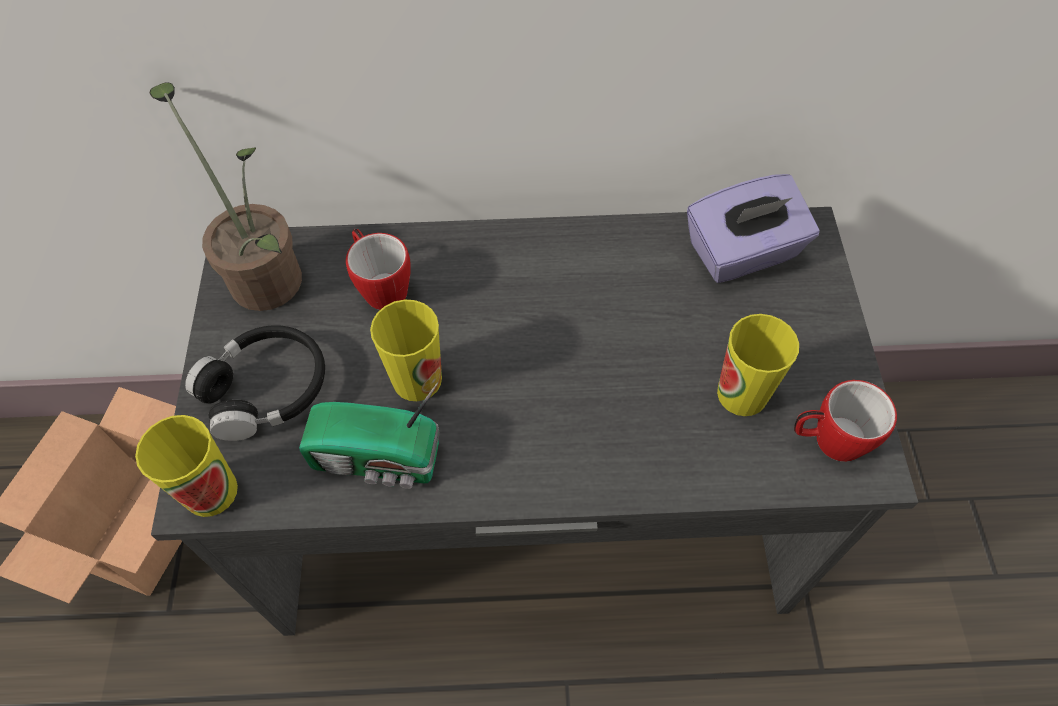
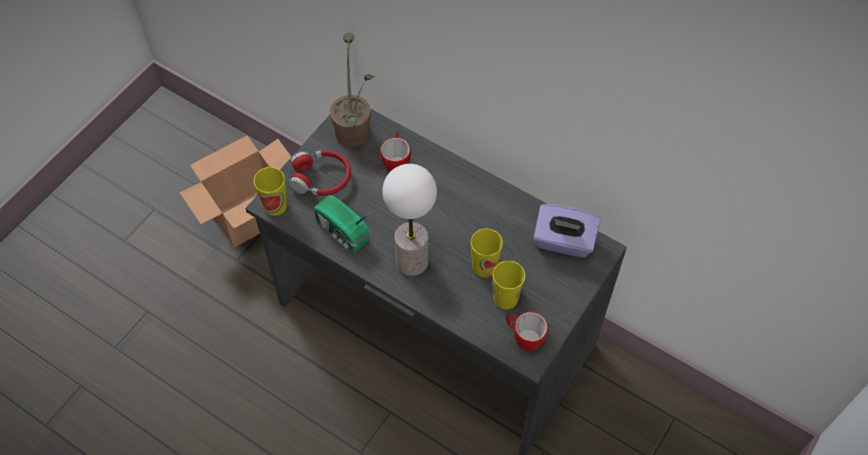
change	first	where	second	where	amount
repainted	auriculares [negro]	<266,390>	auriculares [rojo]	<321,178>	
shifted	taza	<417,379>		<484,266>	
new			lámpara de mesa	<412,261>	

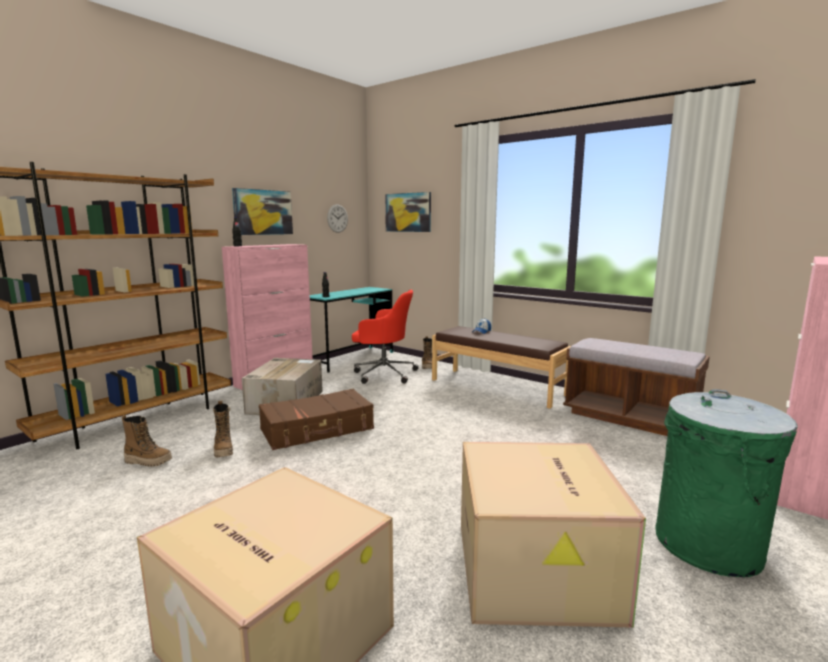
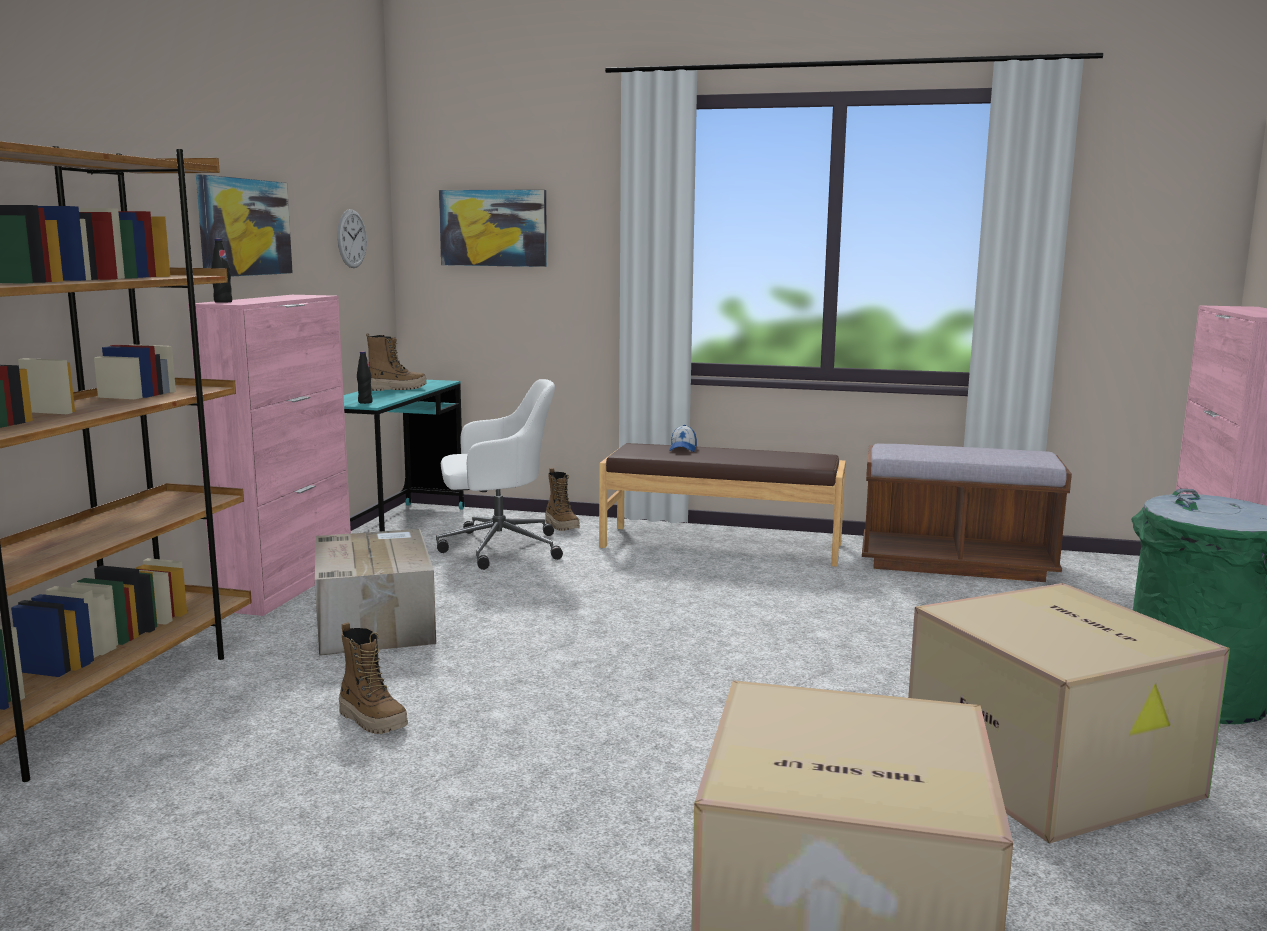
change	first	where	second	where	amount
shifted	bota	<148,461>		<397,389>	
gone	maleta [marrón]	<317,429>			
repainted	silla de oficina [rojo]	<383,374>	silla de oficina [blanco]	<497,548>	

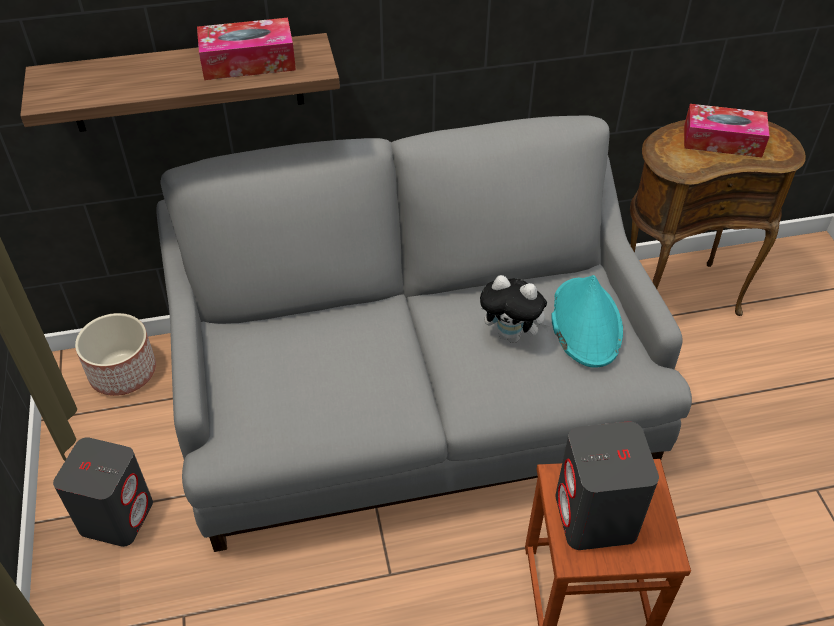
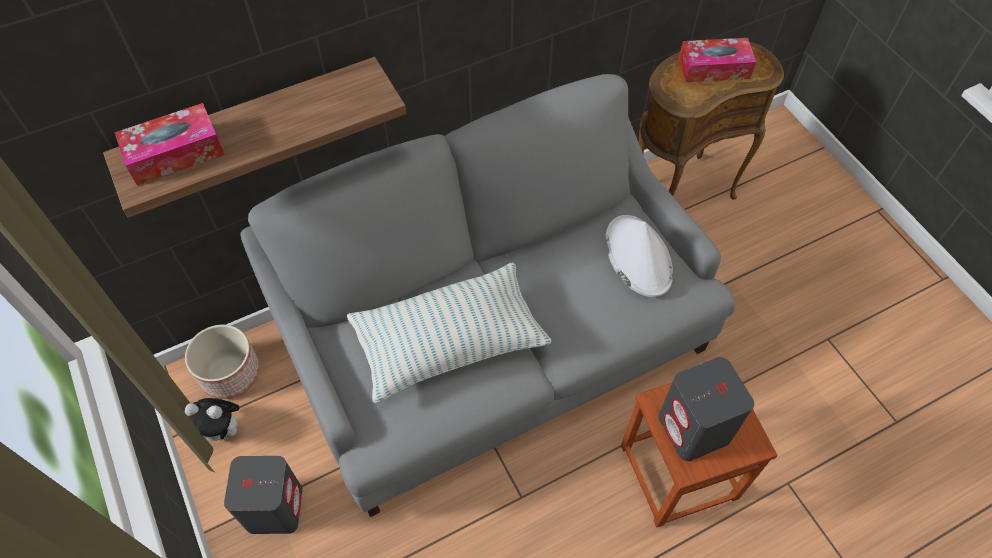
change	first	where	second	where	amount
shifted	caja de pañuelos	<248,62>		<175,153>	
shifted	peluche	<512,335>		<221,432>	
repainted	sombrero [turquesa]	<585,323>	sombrero [blanco]	<637,256>	
new			cojín	<449,342>	

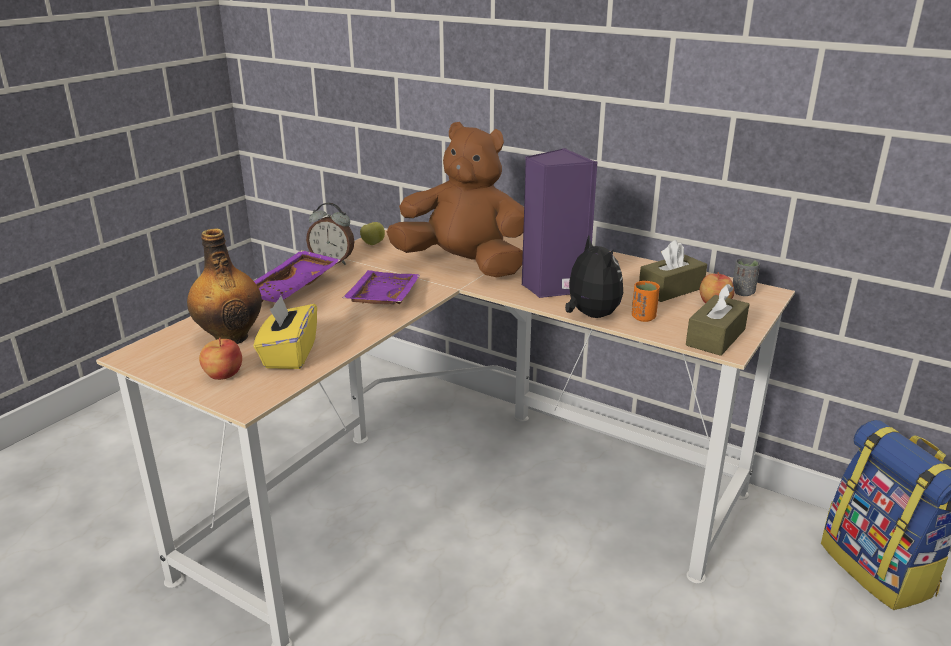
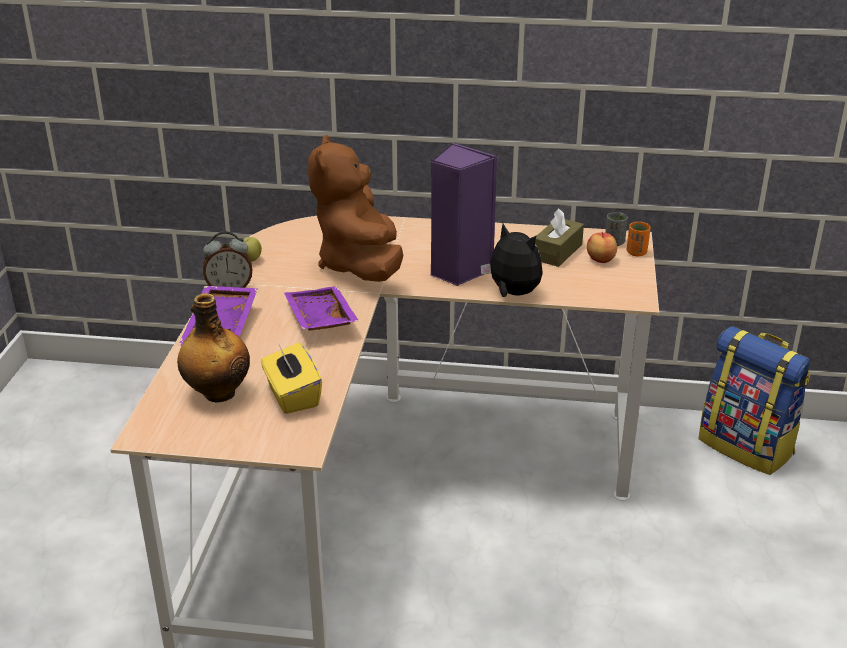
change	first	where	second	where	amount
gone	manzana	<223,374>			
rotated	peluche [marrón]	<464,265>		<360,266>	90 degrees counterclockwise
shifted	taza [naranja]	<643,317>		<636,252>	
gone	caja de pañuelos [marrón]	<715,337>			

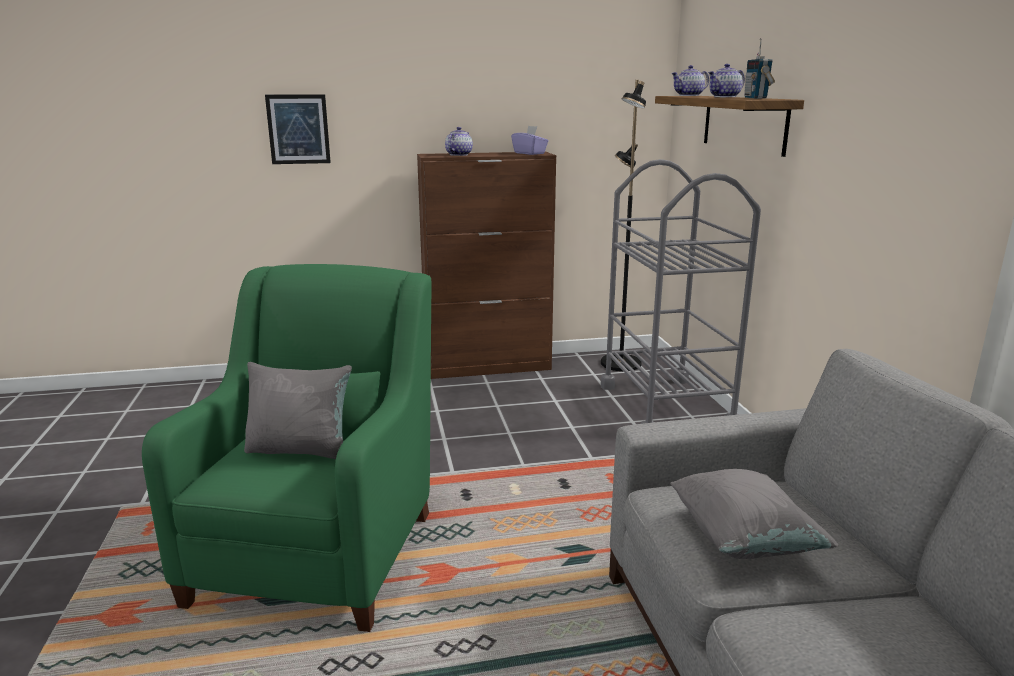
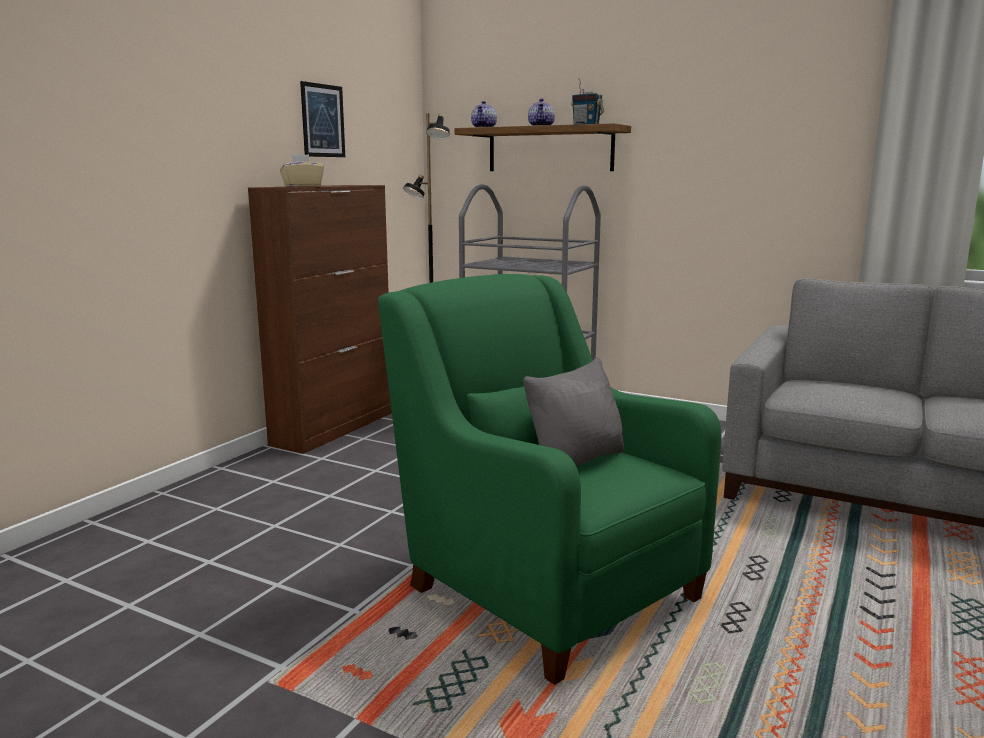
change	first	where	second	where	amount
shifted	cuadro	<298,129>		<323,120>	
swapped	tetera	<458,155>	caja de pañuelos [beis]	<302,186>	
gone	caja de pañuelos [morado]	<529,153>			
gone	cojín [gris]	<743,540>			

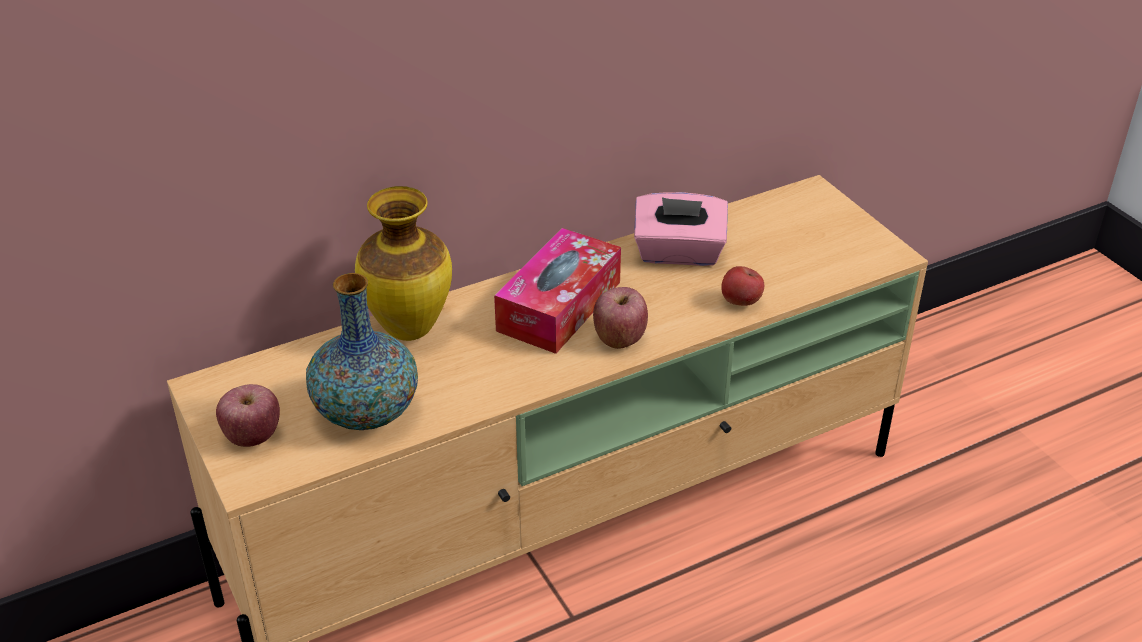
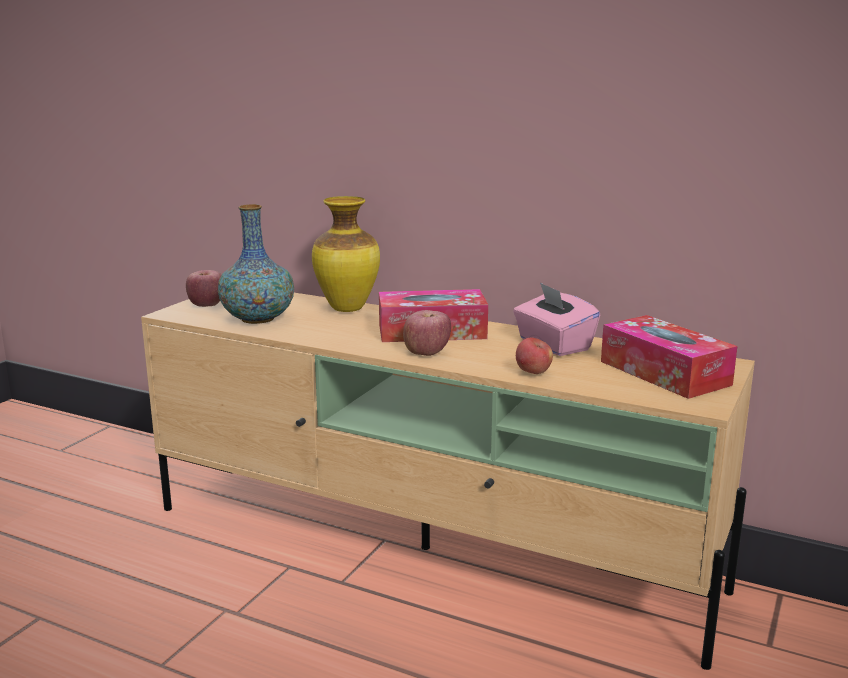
change	first	where	second	where	amount
new			caja de pañuelos	<664,373>	

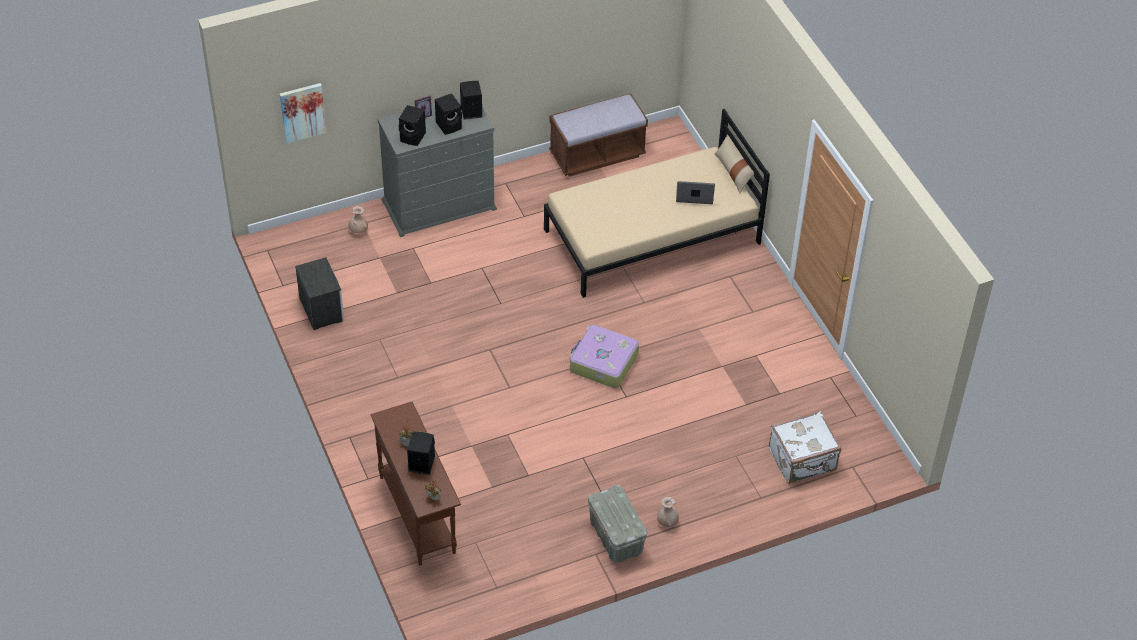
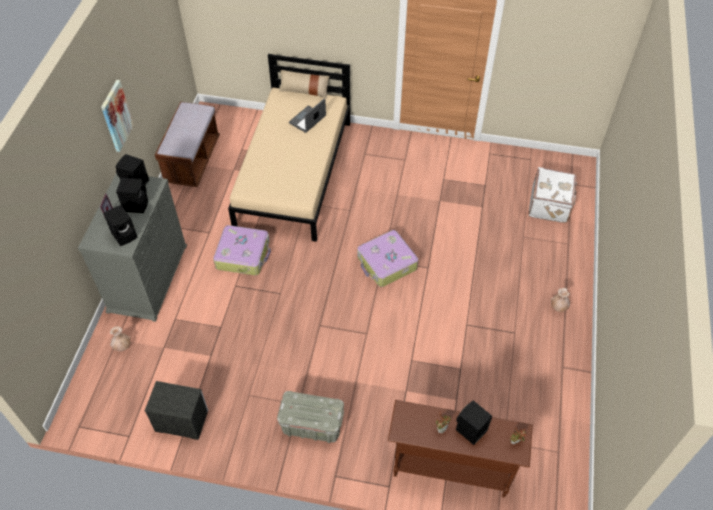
change	first	where	second	where	amount
shifted	cuadro	<302,112>		<116,116>	
shifted	caja de almacenaje [gris]	<615,537>		<311,426>	
new			maleta	<243,255>	

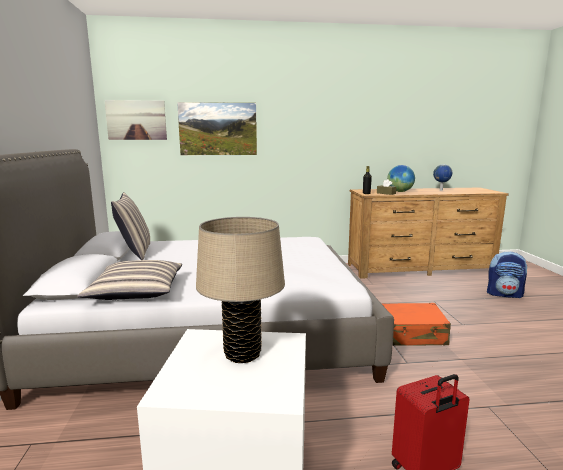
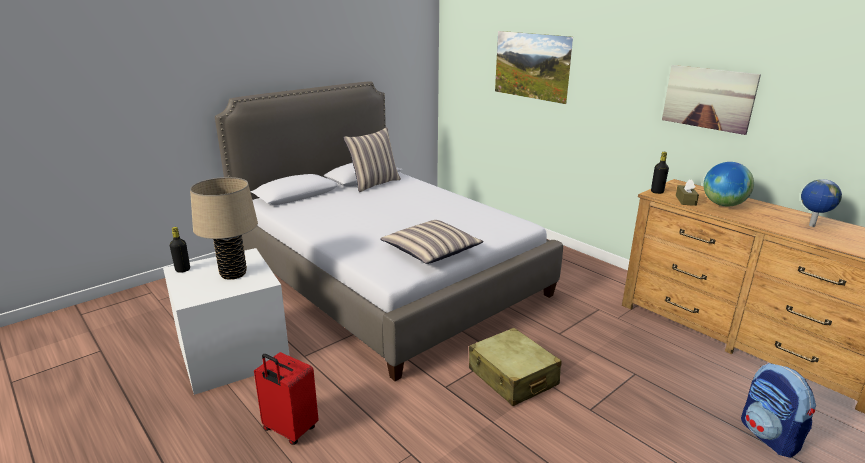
change	first	where	second	where	amount
shifted	cojín	<136,290>		<431,250>	
shifted	cuadro	<136,120>		<708,98>	
repainted	maleta [naranja]	<412,334>	maleta [beis]	<512,377>	
new			botella [negro]	<183,270>	

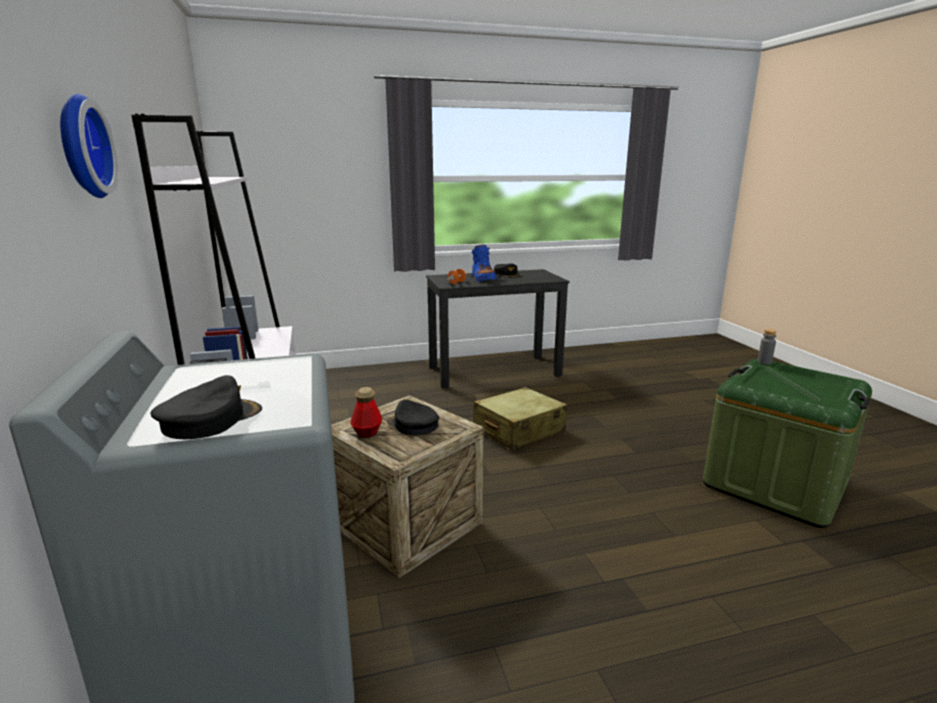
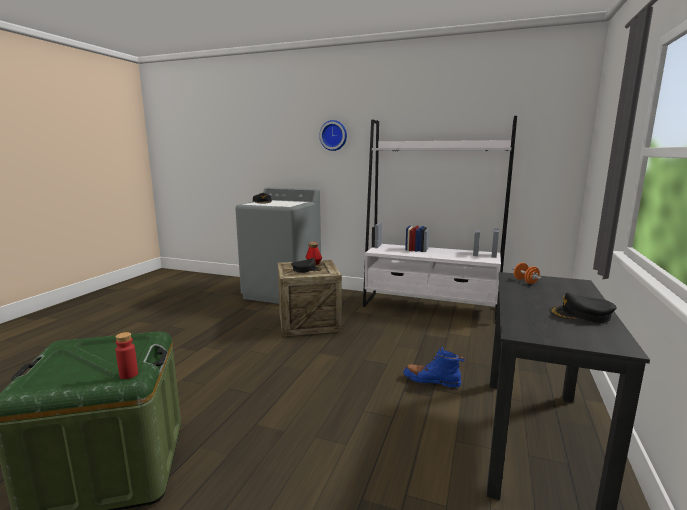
change	first	where	second	where	amount
shifted	bota [azul]	<483,278>		<432,380>	
gone	maleta [beis]	<518,430>			
repainted	botella [gris]	<764,362>	botella [rojo]	<129,374>	

